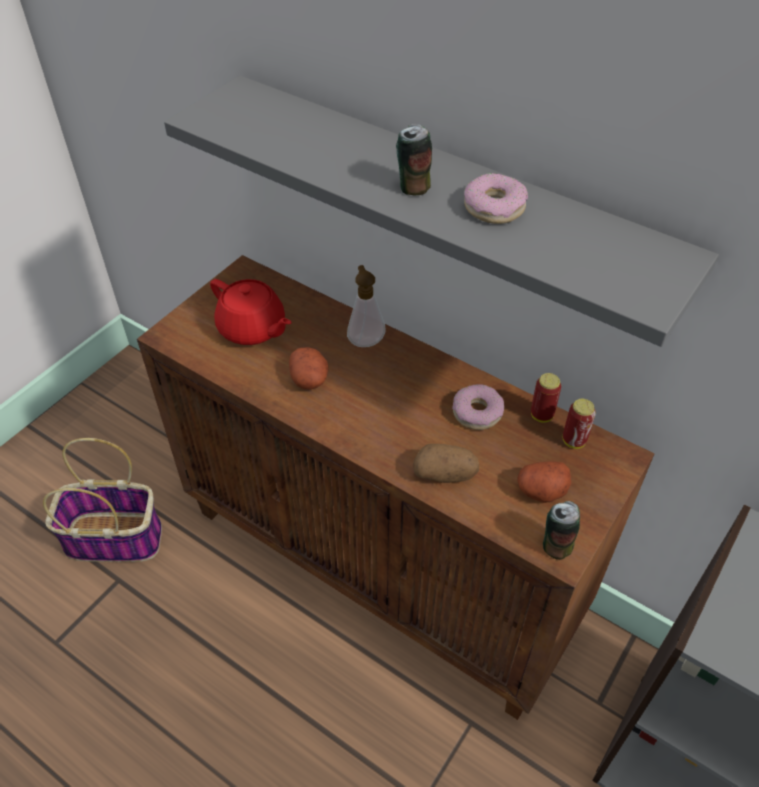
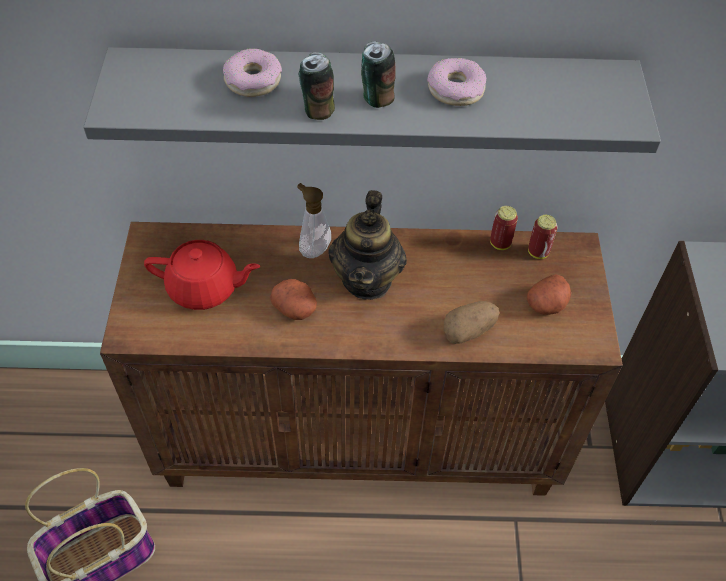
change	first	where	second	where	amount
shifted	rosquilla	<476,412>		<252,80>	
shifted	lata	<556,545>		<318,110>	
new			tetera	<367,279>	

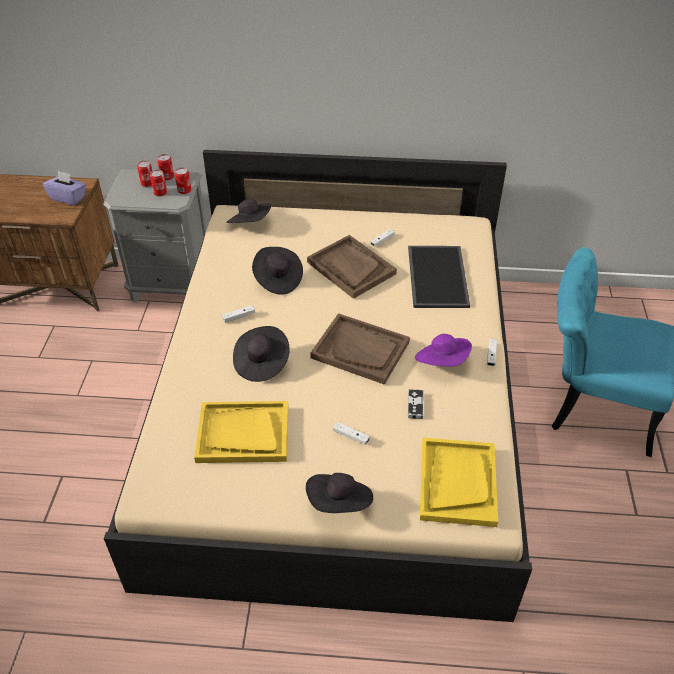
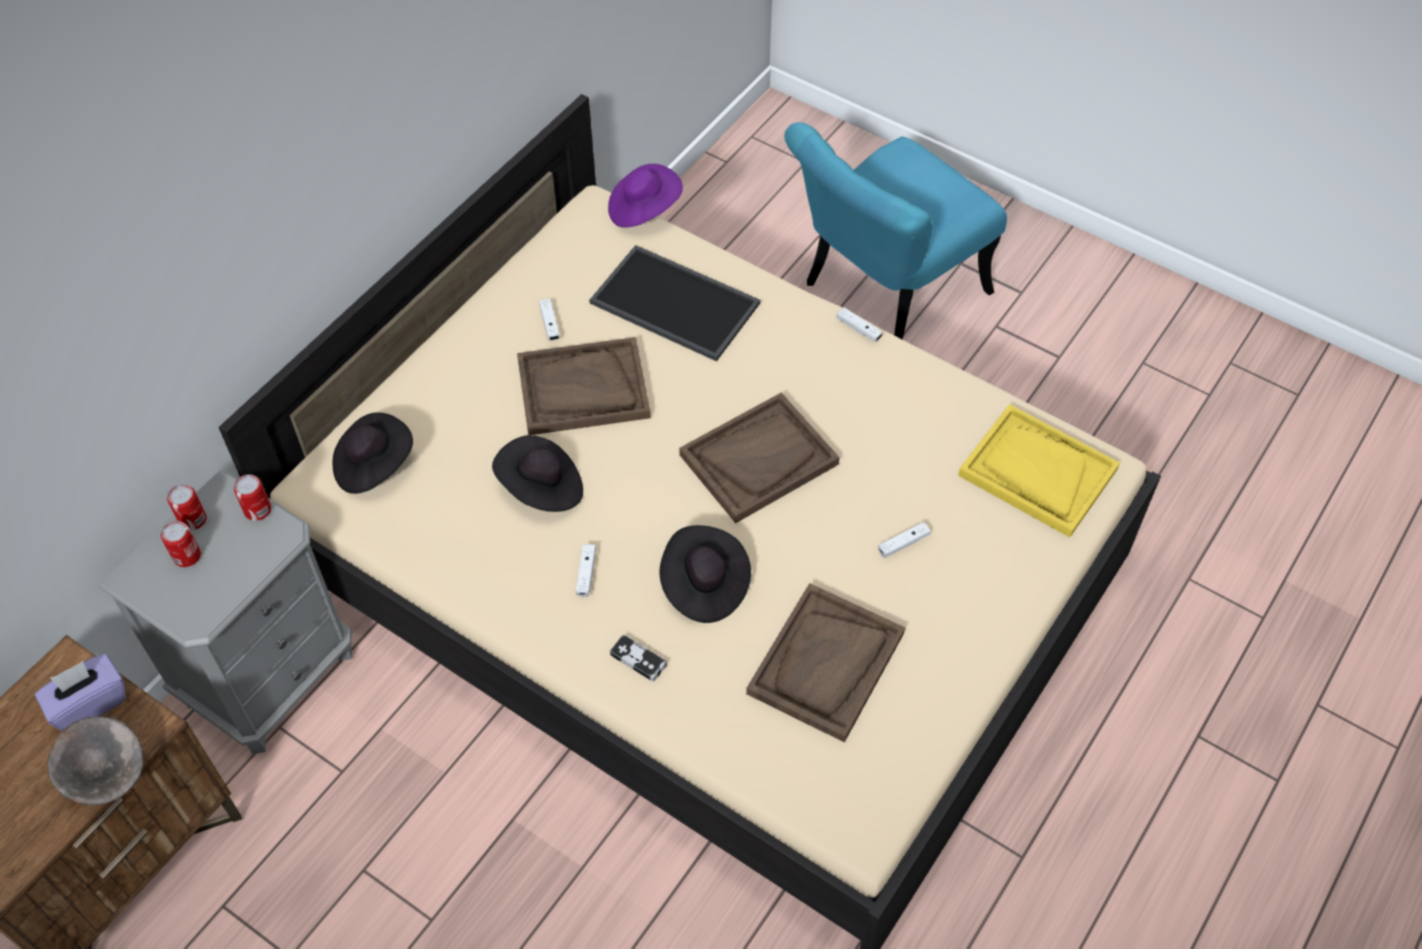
change	first	where	second	where	amount
gone	lata	<160,192>			
repainted	bandeja [amarillo]	<243,434>	bandeja [marrón]	<826,664>	
gone	sombrero [negro]	<340,503>			
shifted	mando de consola	<415,405>		<638,660>	
shifted	sombrero [morado]	<442,362>		<643,210>	
new			cuenco [gris]	<109,777>	

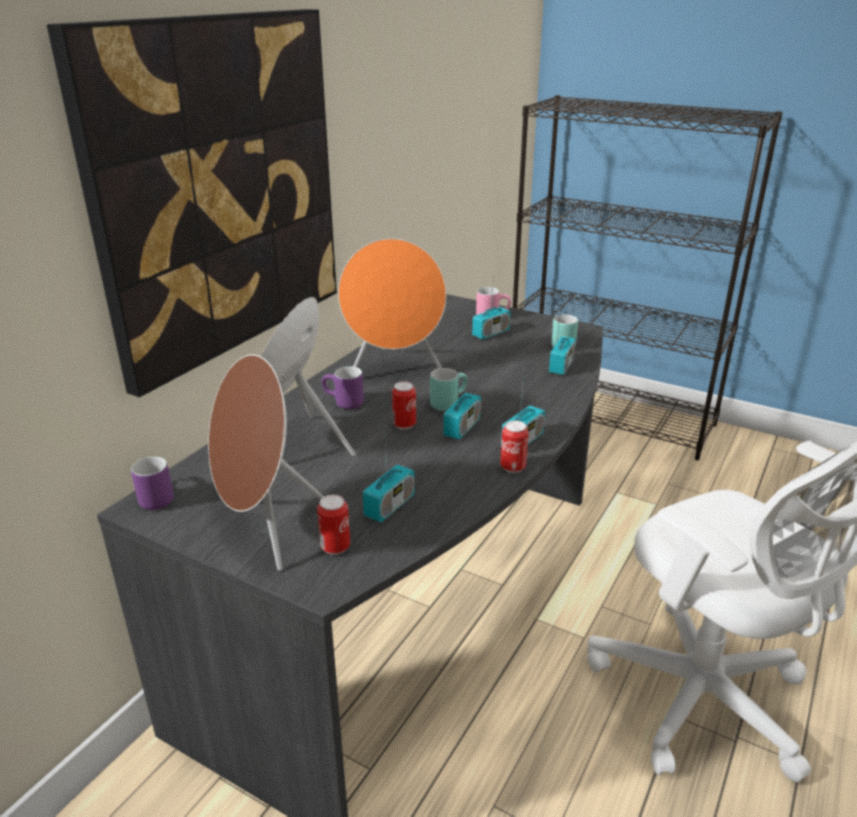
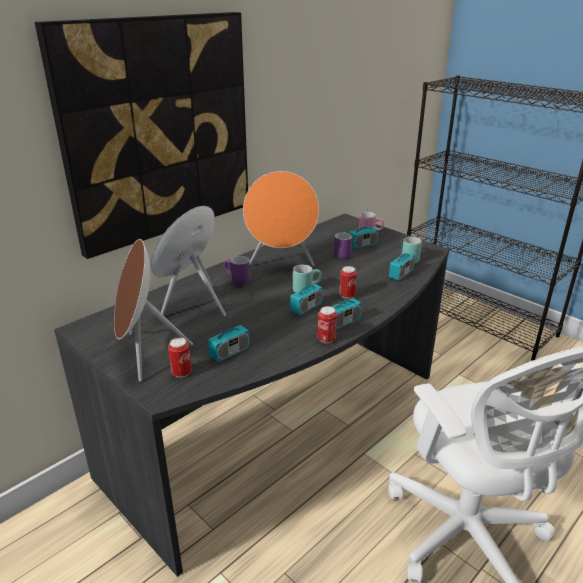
change	first	where	second	where	amount
shifted	taza grande [morado]	<153,498>		<340,254>	
shifted	lata	<404,425>		<347,296>	

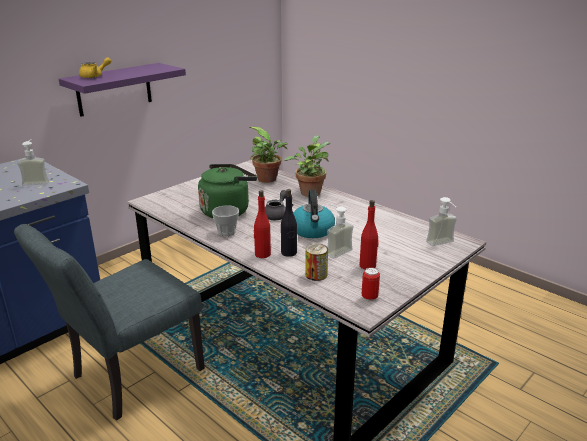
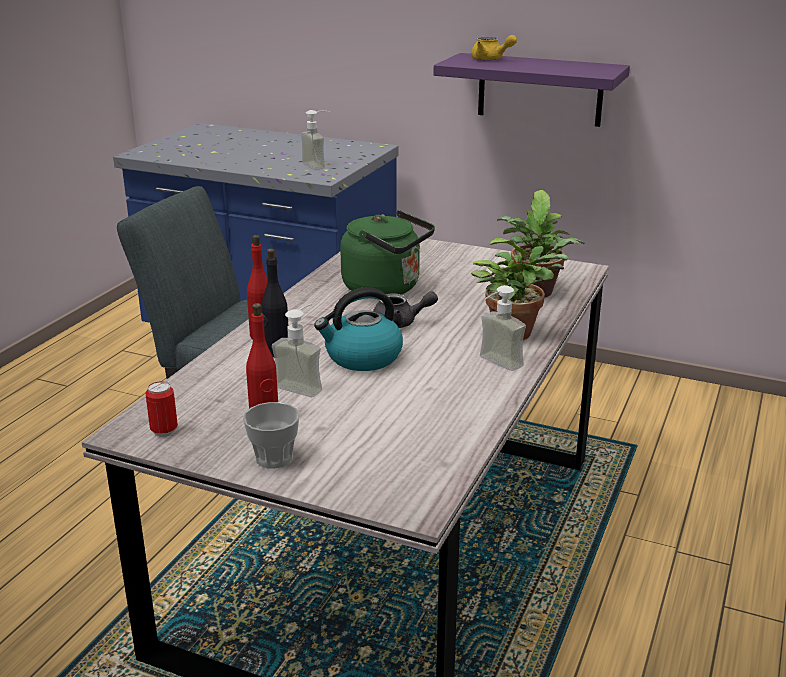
change	first	where	second	where	amount
shifted	taza	<226,232>		<274,458>	
gone	lata	<316,274>			
shifted	dispensador de jabón	<443,244>		<494,364>	

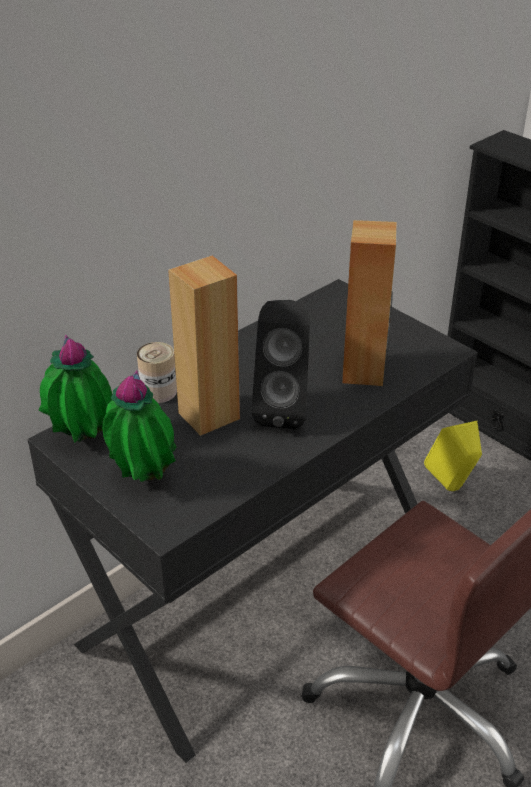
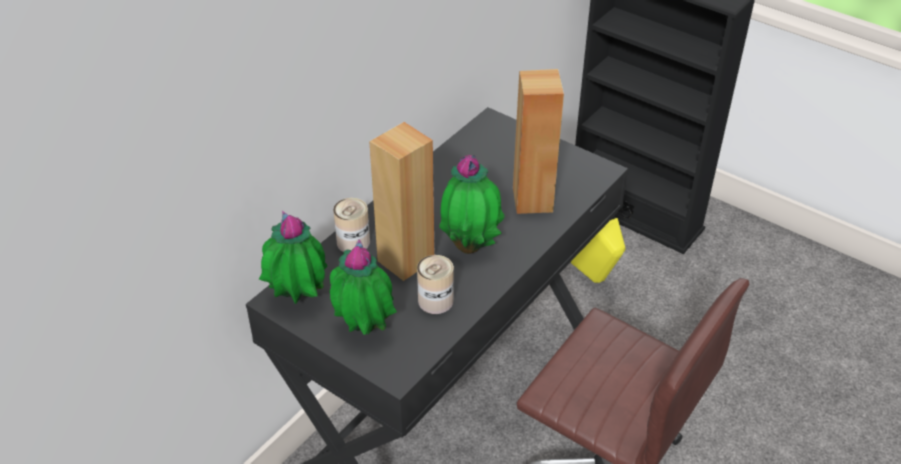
change	first	where	second	where	amount
swapped	altavoz [negro]	<283,409>	planta en maceta	<470,246>	
new			lata	<435,301>	

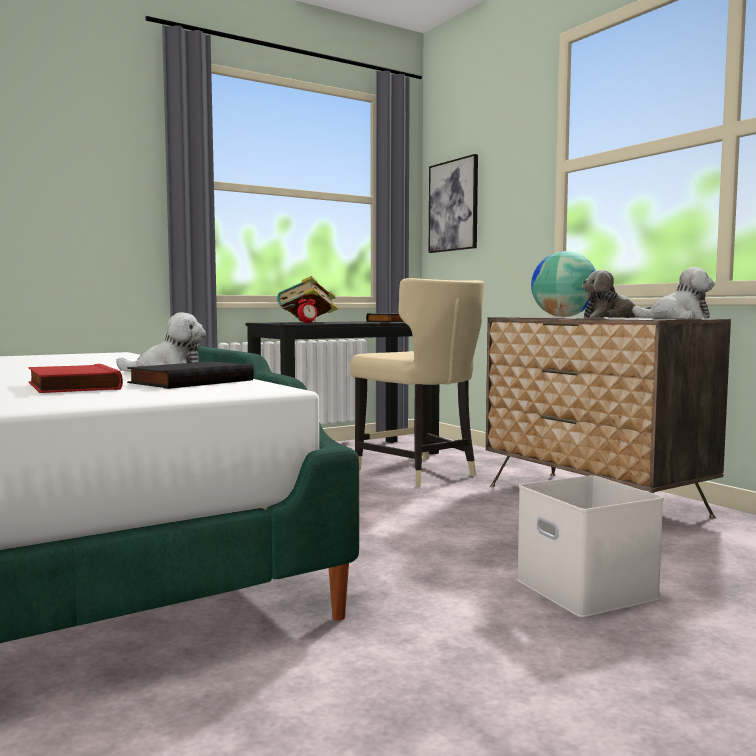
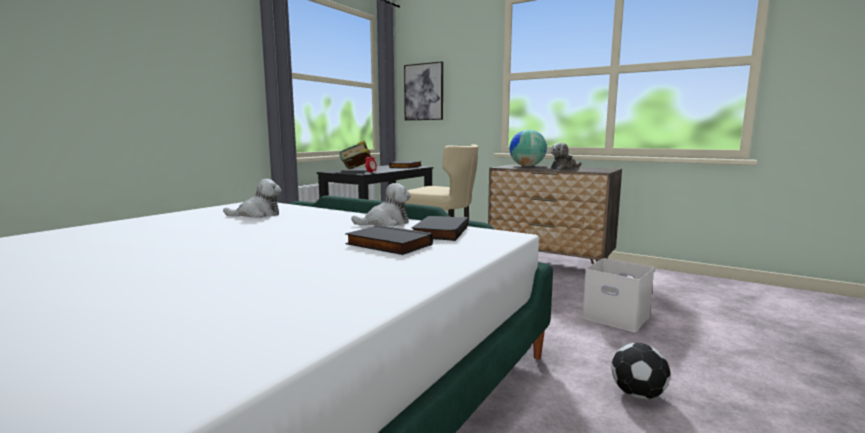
change	first	where	second	where	amount
repainted	libro [rojo]	<70,386>	libro [negro]	<387,245>	
shifted	peluche	<677,318>		<258,215>	
new			balón de fútbol	<638,394>	

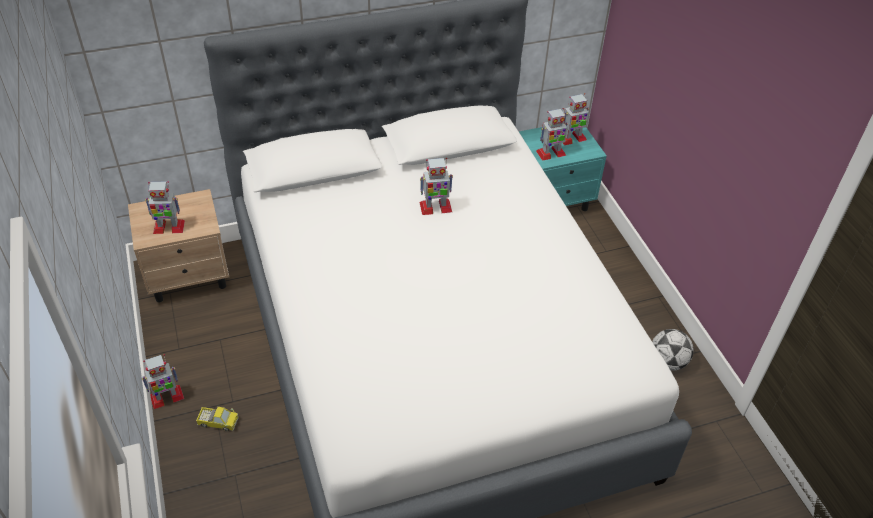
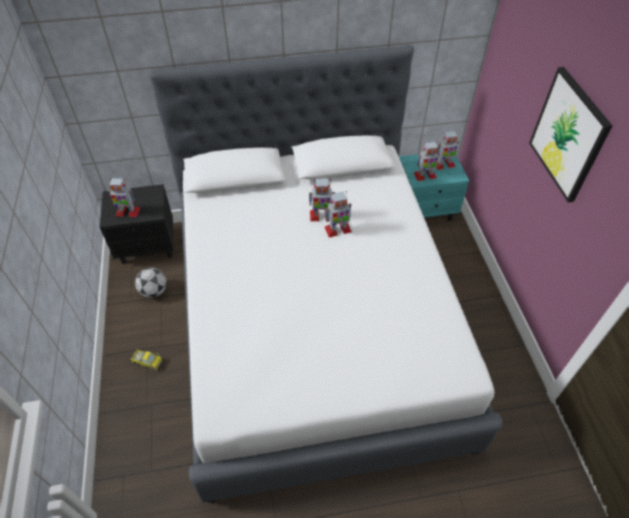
change	first	where	second	where	amount
repainted	mesita de noche [beis]	<189,276>	mesita de noche [negro]	<148,246>	
shifted	robot de juguete	<166,397>		<337,229>	
shifted	balón de fútbol	<667,362>		<154,291>	
new			cuadro	<568,135>	

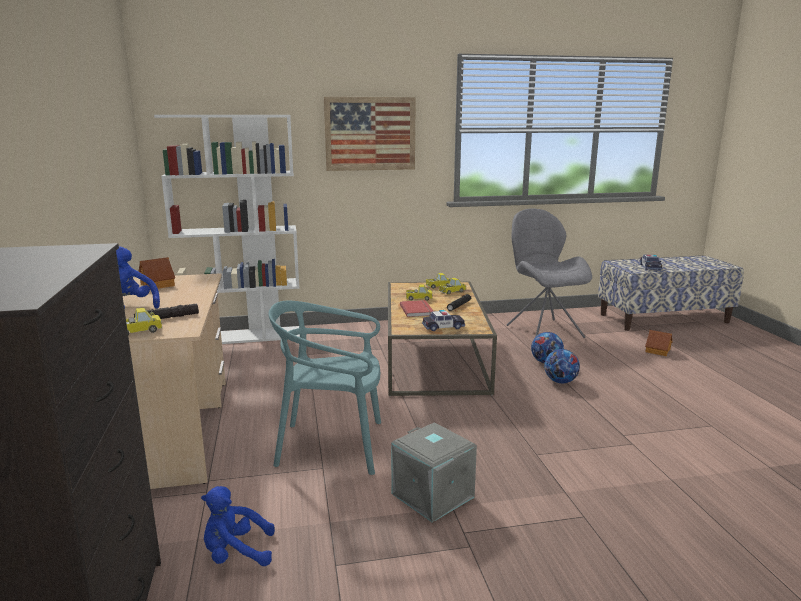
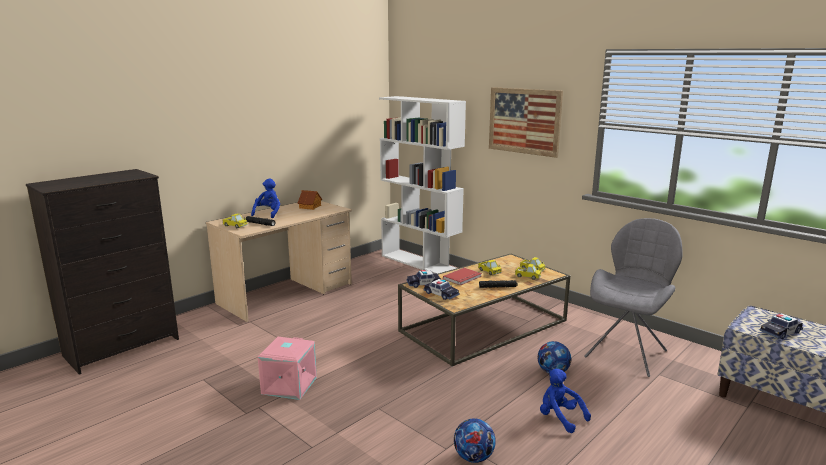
change	first	where	second	where	amount
shifted	peluche [azul]	<236,554>		<560,417>	
gone	silla [turquesa]	<332,446>			
repainted	caja de almacenaje [gris]	<431,496>	caja de almacenaje [rosa]	<288,385>	
shifted	balón de fútbol	<560,381>		<473,457>	
gone	casita	<658,351>			
new			coche de juguete	<423,284>	

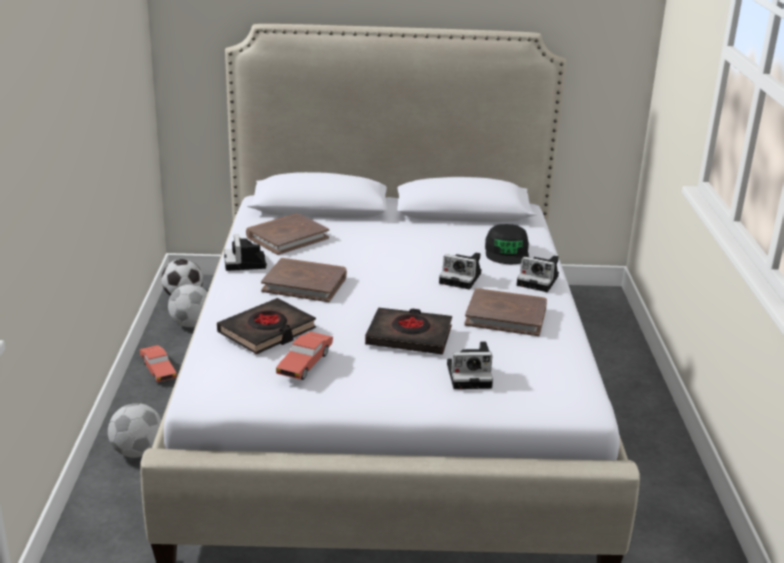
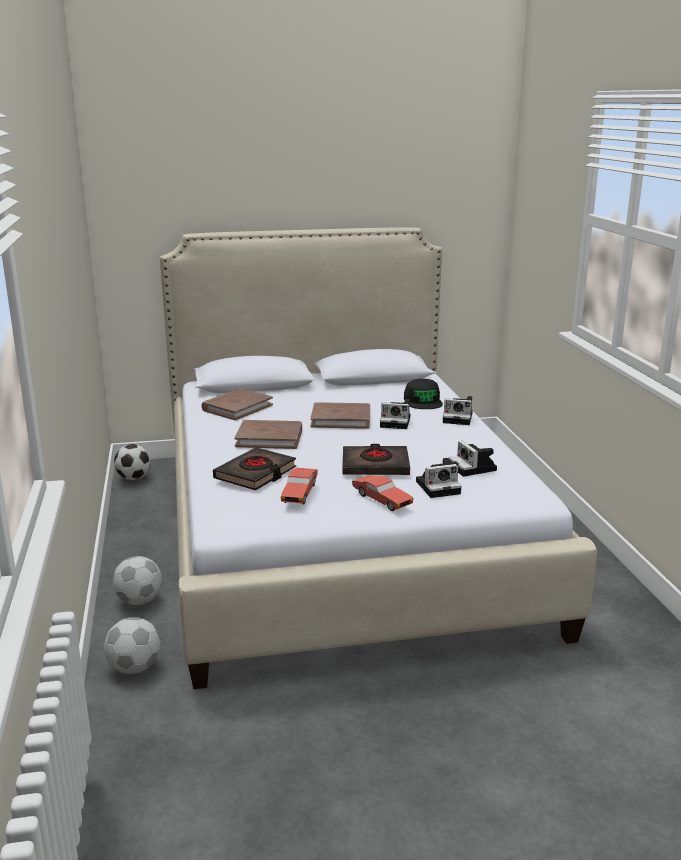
change	first	where	second	where	amount
shifted	coche de juguete [rojo]	<158,370>		<381,500>	
shifted	balón de fútbol	<192,324>		<135,667>	
shifted	cámara	<245,263>		<473,468>	
shifted	libro [marrón]	<506,316>		<341,419>	

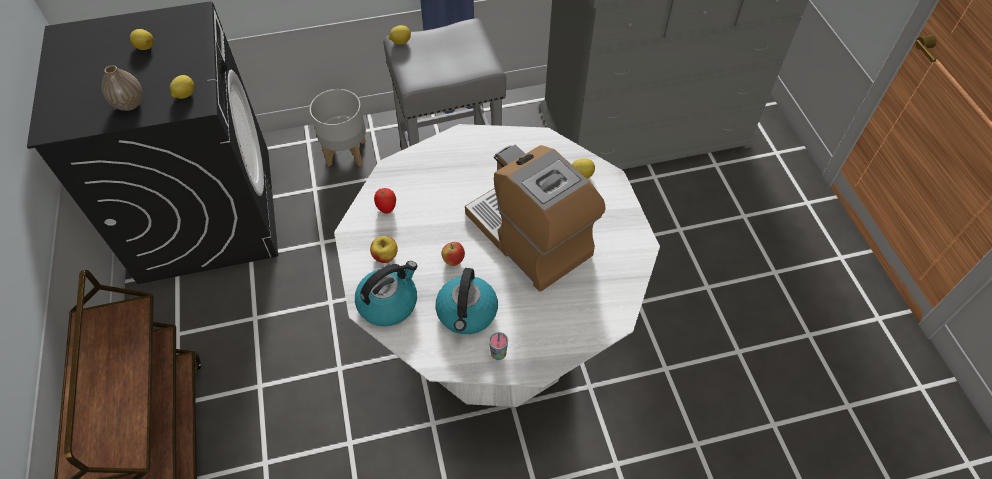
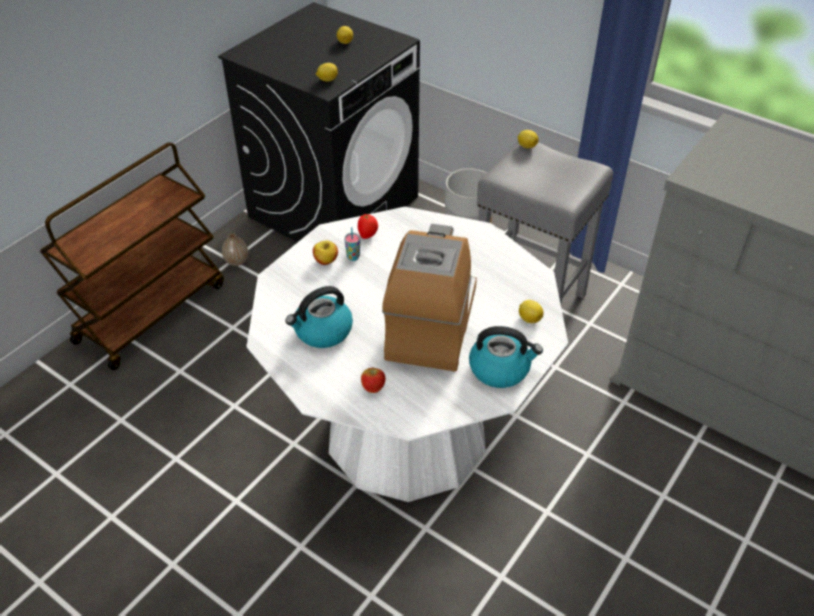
change	first	where	second	where	amount
shifted	florero	<130,104>		<236,261>	
shifted	hervidor	<388,303>		<500,369>	
shifted	manzana	<453,261>		<373,388>	
shifted	taza	<498,354>		<353,257>	

